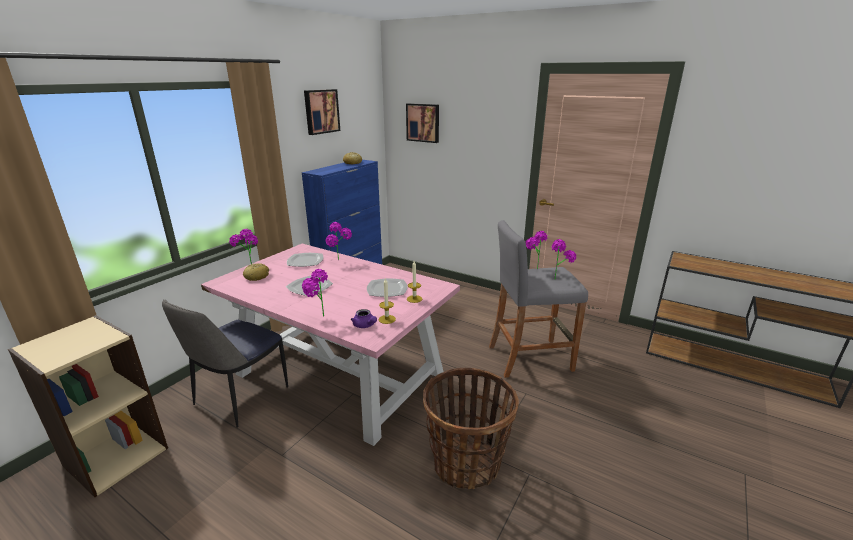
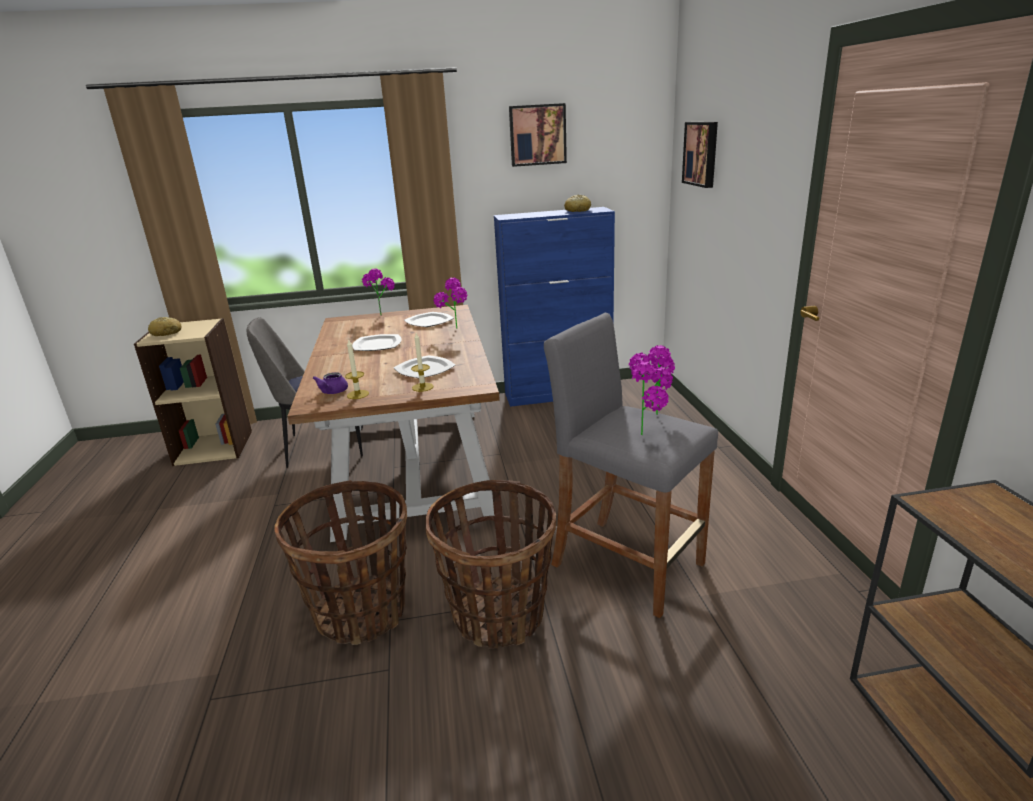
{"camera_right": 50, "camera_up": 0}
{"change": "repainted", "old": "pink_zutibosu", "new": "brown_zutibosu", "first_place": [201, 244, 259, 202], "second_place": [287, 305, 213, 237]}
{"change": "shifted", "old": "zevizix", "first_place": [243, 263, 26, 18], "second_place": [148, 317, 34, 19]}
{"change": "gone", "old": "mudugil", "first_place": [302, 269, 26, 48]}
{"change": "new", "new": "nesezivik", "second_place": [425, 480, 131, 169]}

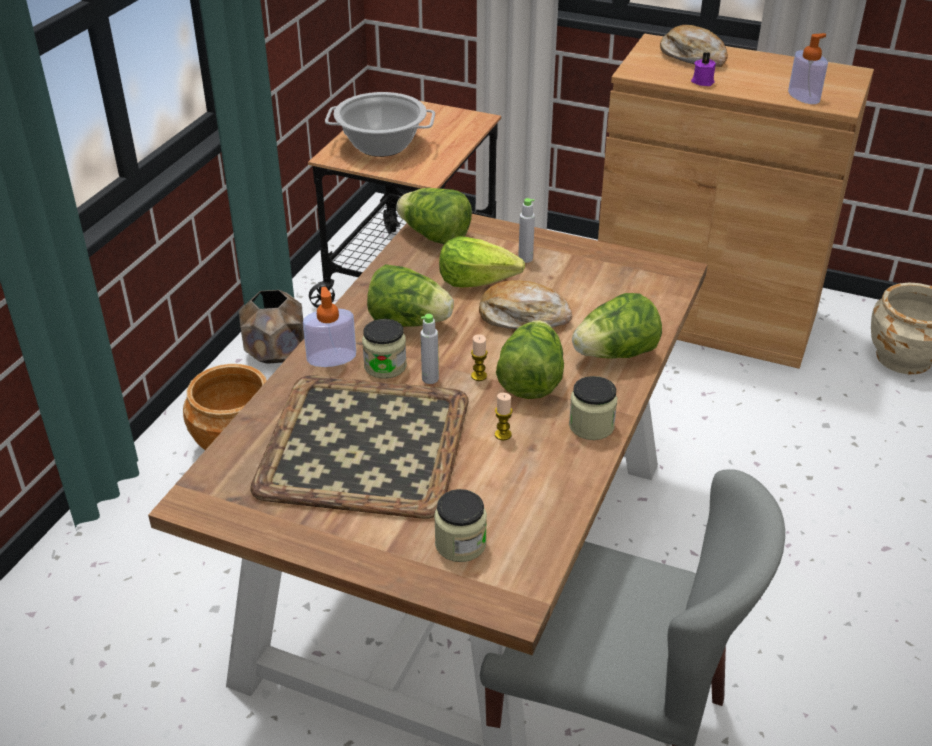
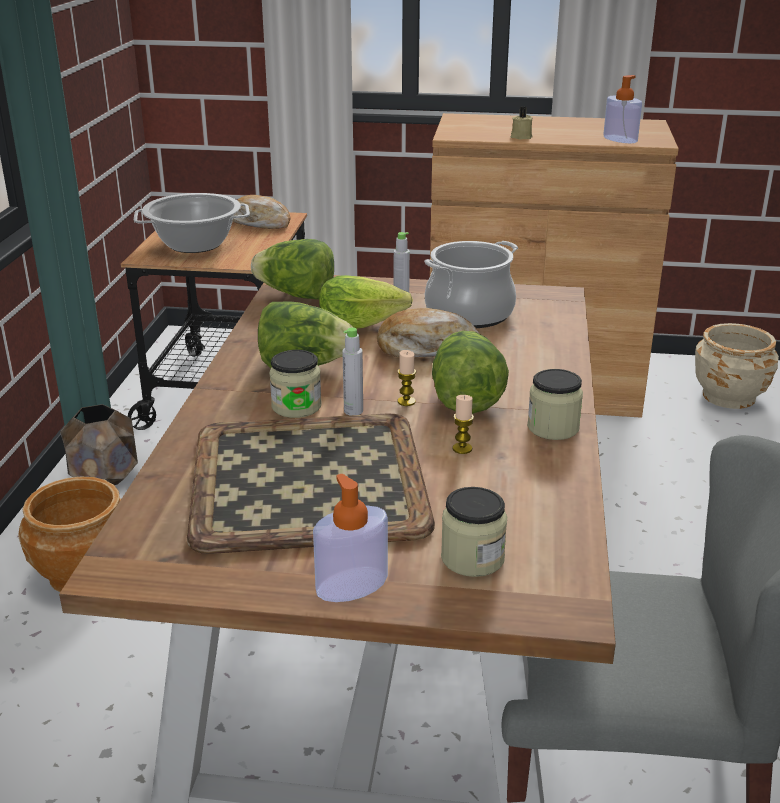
{"camera_right": -15, "camera_up": -10}
{"change": "shifted", "old": "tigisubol", "first_place": [303, 287, 53, 80], "second_place": [313, 474, 75, 128]}
{"change": "gone", "old": "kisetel", "first_place": [572, 293, 90, 65]}
{"change": "shifted", "old": "zevizix", "first_place": [660, 25, 68, 42], "second_place": [232, 195, 59, 34]}
{"change": "repainted", "old": "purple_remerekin", "new": "beige_remerekin", "first_place": [691, 52, 25, 34], "second_place": [510, 107, 23, 33]}
{"change": "new", "new": "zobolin", "second_place": [424, 241, 94, 87]}

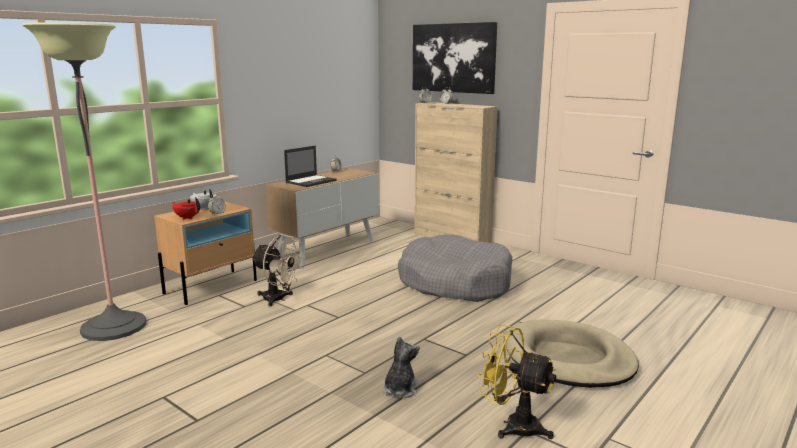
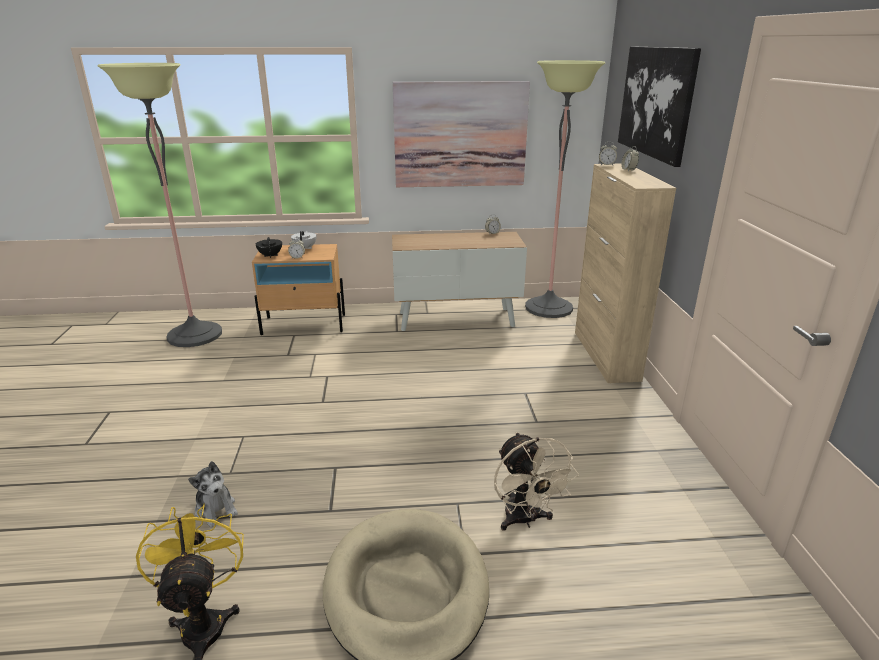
{"camera_right": 45, "camera_up": 10}
{"change": "repainted", "old": "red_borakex", "new": "black_borakex", "first_place": [172, 197, 28, 23], "second_place": [256, 237, 26, 21]}
{"change": "shifted", "old": "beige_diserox", "first_place": [251, 235, 54, 72], "second_place": [494, 432, 85, 98]}
{"change": "gone", "old": "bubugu", "first_place": [284, 146, 53, 41]}
{"change": "rotated", "old": "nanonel", "first_place": [383, 336, 37, 62], "second_place": [188, 461, 50, 66], "degrees": 75}
{"change": "gone", "old": "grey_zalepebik", "first_place": [398, 234, 115, 68]}
{"change": "new", "new": "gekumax", "second_place": [393, 81, 137, 106]}
{"change": "new", "new": "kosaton", "second_place": [525, 60, 80, 258]}

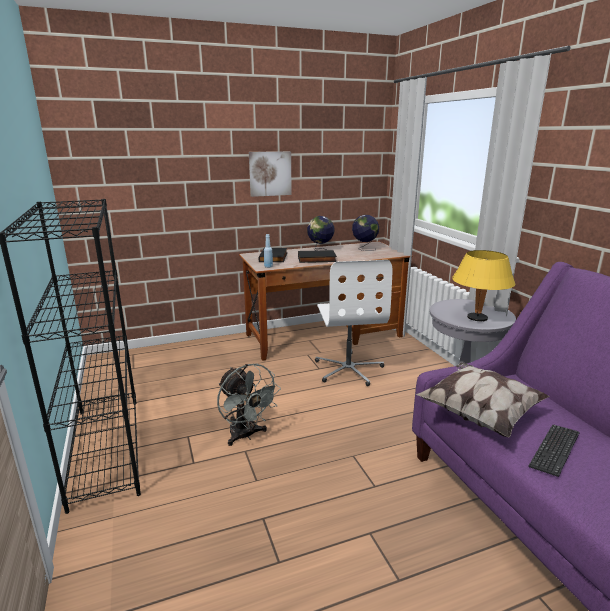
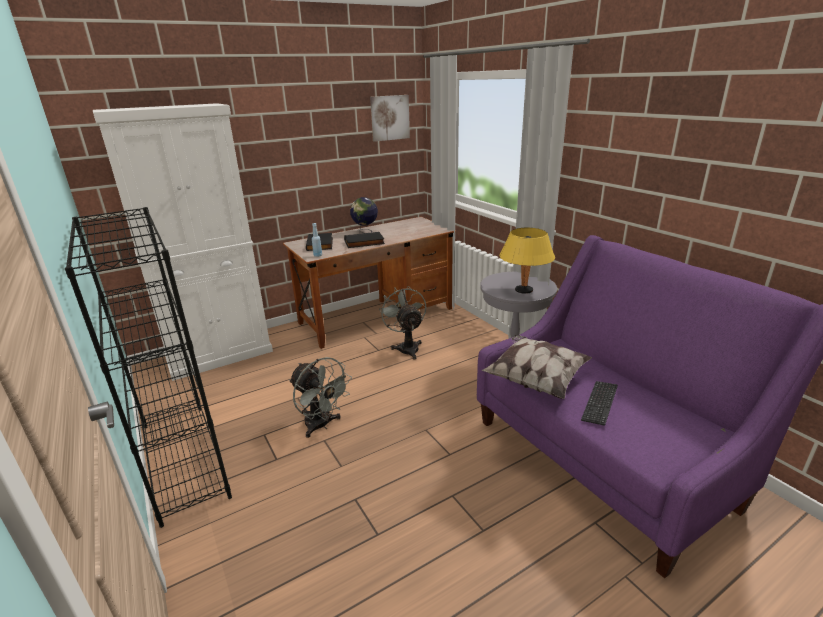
{"camera_right": -10, "camera_up": 5}
{"change": "shifted", "old": "gekumax", "first_place": [249, 151, 43, 46], "second_place": [370, 95, 40, 47]}
{"change": "swapped", "old": "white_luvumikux", "new": "grey_diserox", "first_place": [315, 260, 78, 126], "second_place": [379, 286, 47, 74]}
{"change": "gone", "old": "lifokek", "first_place": [352, 215, 27, 36]}
{"change": "new", "new": "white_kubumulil", "second_place": [93, 103, 180, 278]}

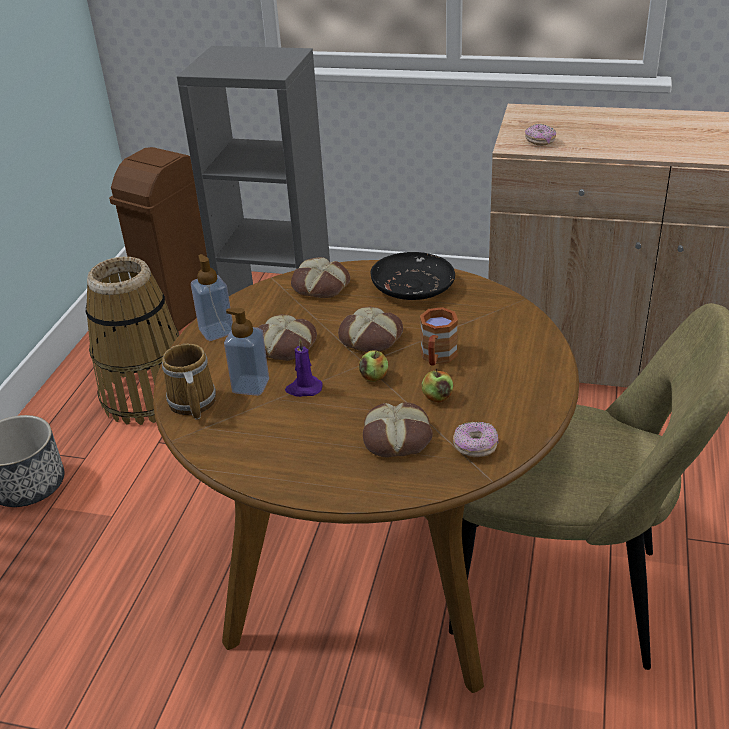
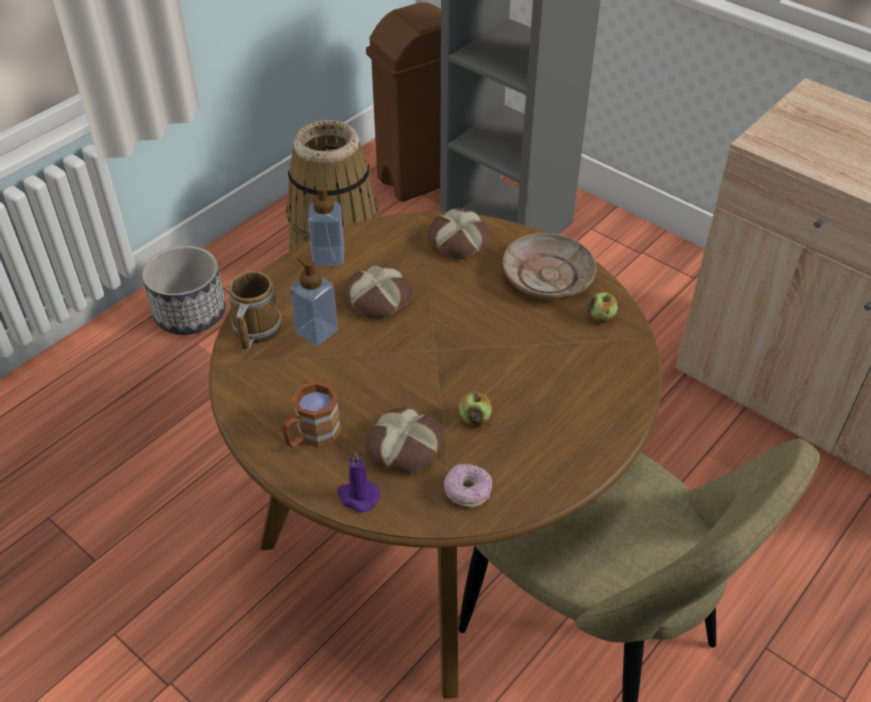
{"camera_right": 25, "camera_up": 10}
{"change": "shifted", "old": "purple_remerekin", "first_place": [285, 339, 38, 58], "second_place": [338, 452, 42, 60]}
{"change": "gone", "old": "zevizix", "first_place": [338, 306, 65, 46]}
{"change": "shifted", "old": "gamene", "first_place": [359, 350, 29, 32], "second_place": [587, 292, 31, 31]}
{"change": "repainted", "old": "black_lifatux", "new": "beige_lifatux", "first_place": [370, 252, 85, 48], "second_place": [503, 233, 93, 66]}
{"change": "shifted", "old": "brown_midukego", "first_place": [420, 307, 38, 59], "second_place": [282, 381, 59, 67]}
{"change": "gone", "old": "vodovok", "first_place": [525, 124, 31, 22]}

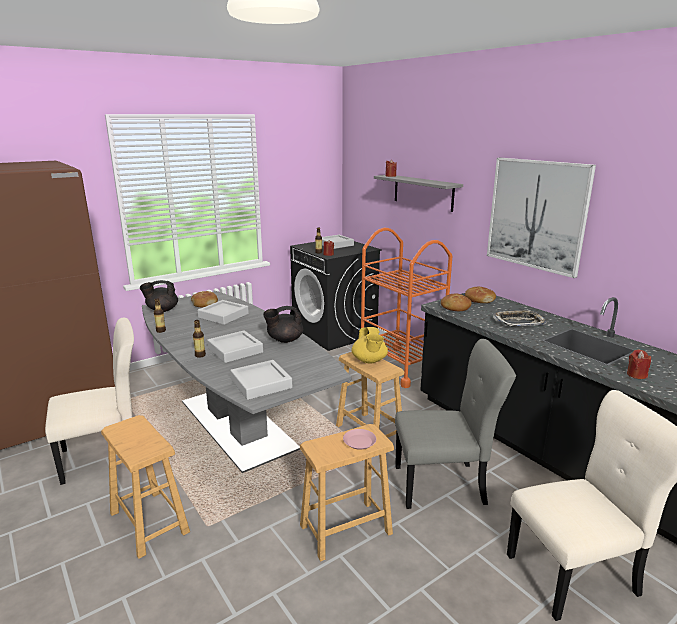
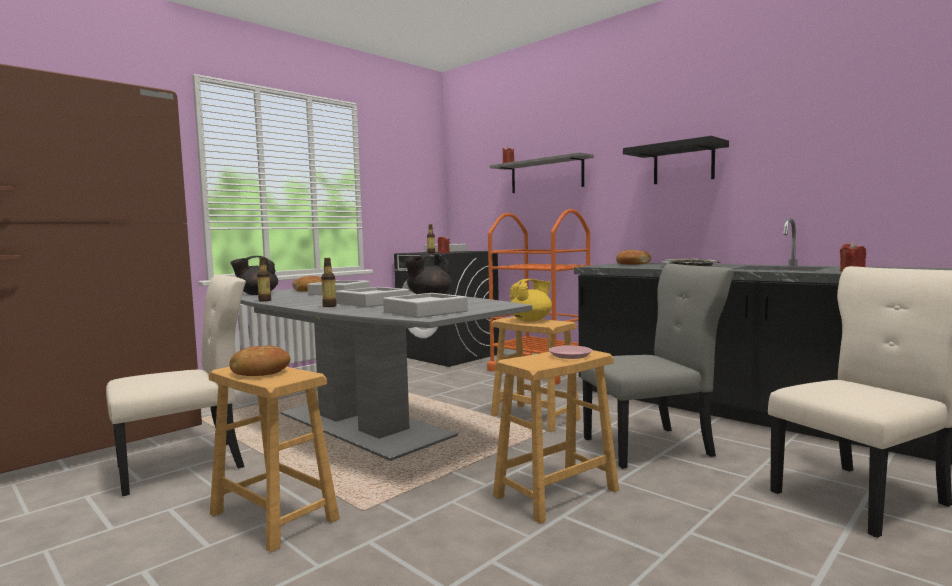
{"camera_right": -10, "camera_up": -15}
{"change": "rotated", "old": "yellow_borakex", "first_place": [352, 327, 36, 37], "second_place": [510, 279, 42, 43], "degrees": -105}
{"change": "shifted", "old": "zevizix", "first_place": [441, 293, 31, 18], "second_place": [229, 345, 61, 31]}
{"change": "swapped", "old": "gekumax", "new": "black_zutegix", "first_place": [487, 158, 109, 120], "second_place": [623, 136, 106, 48]}

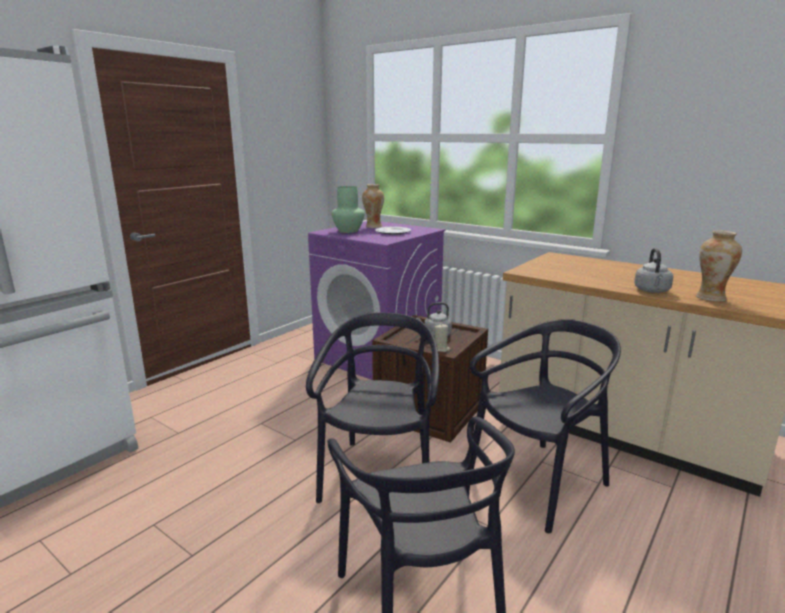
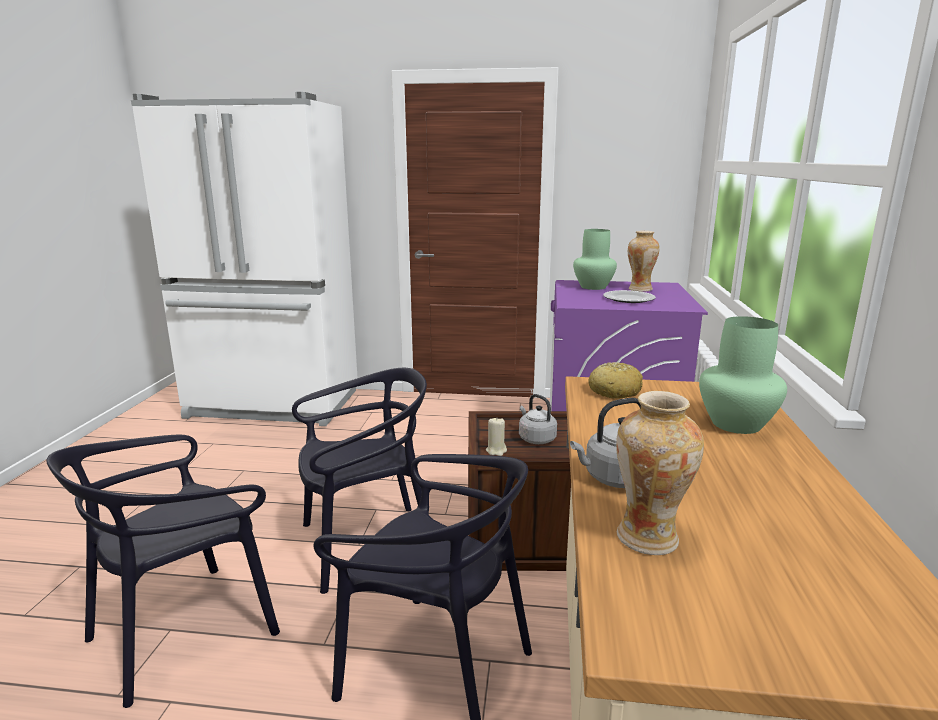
{"camera_right": 60, "camera_up": 0}
{"change": "new", "new": "zevizix", "second_place": [588, 362, 55, 37]}
{"change": "new", "new": "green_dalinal", "second_place": [699, 316, 88, 118]}

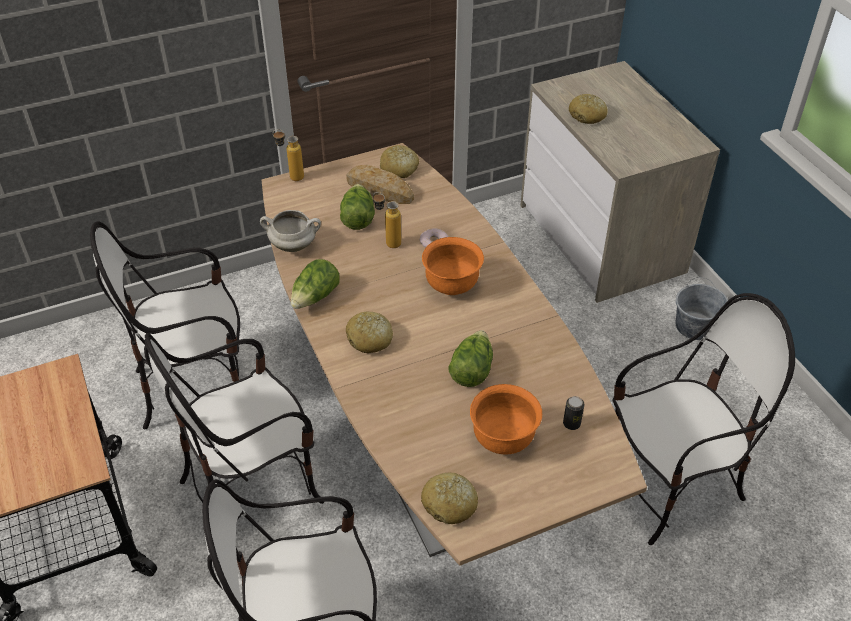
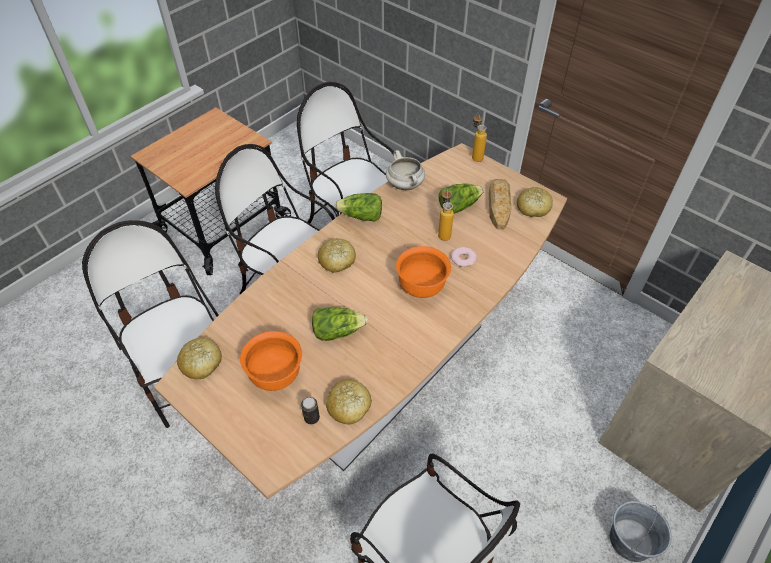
{"camera_right": 65, "camera_up": 5}
{"change": "shifted", "old": "zevizix", "first_place": [569, 94, 39, 30], "second_place": [326, 380, 46, 44]}

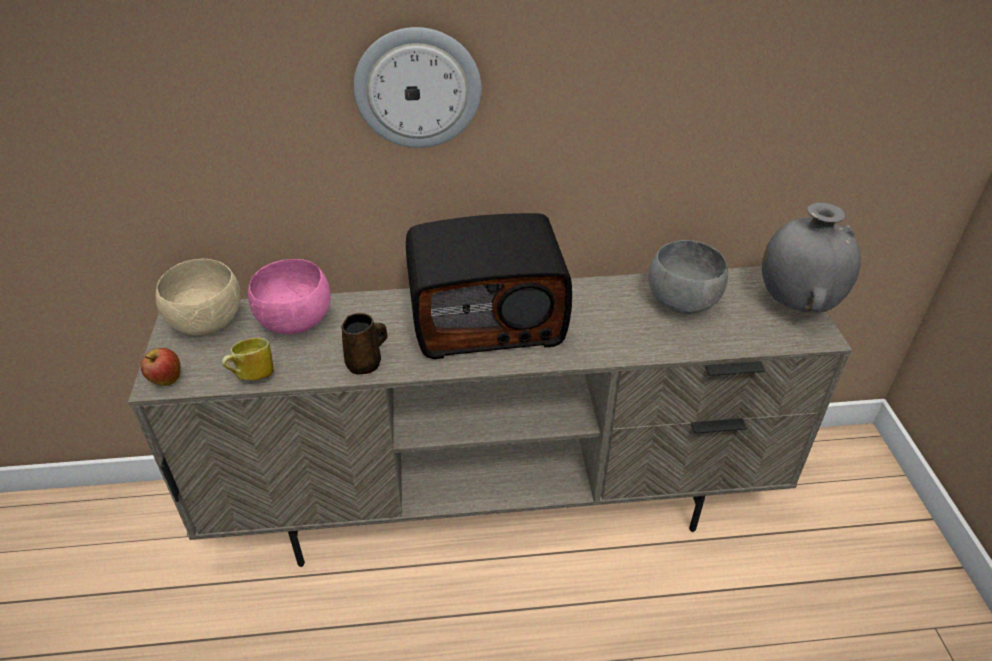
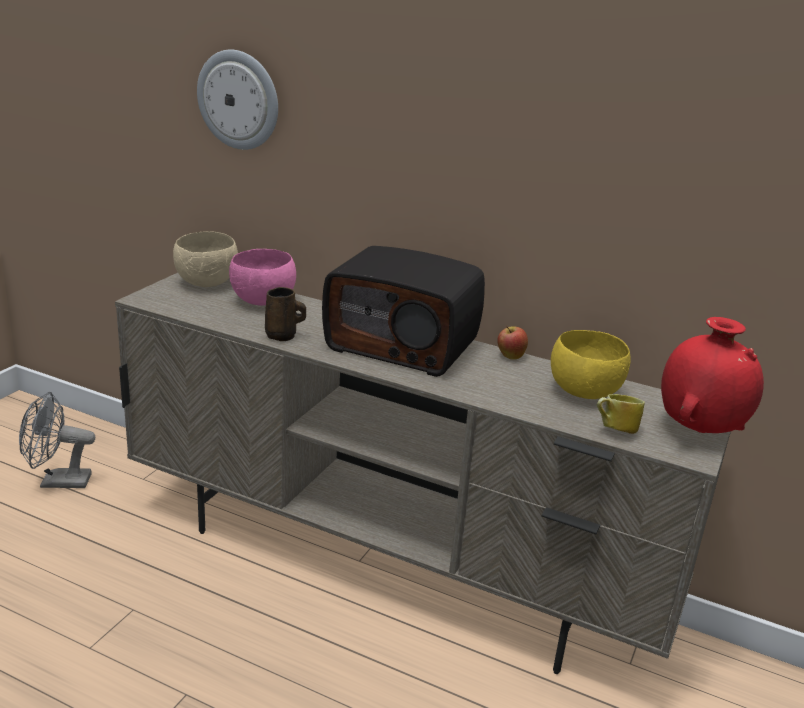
{"camera_right": 30, "camera_up": -15}
{"change": "shifted", "old": "gamene", "first_place": [141, 348, 39, 38], "second_place": [497, 326, 31, 34]}
{"change": "shifted", "old": "midukego", "first_place": [222, 338, 52, 42], "second_place": [597, 394, 48, 40]}
{"change": "shifted", "old": "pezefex", "first_place": [353, 27, 128, 121], "second_place": [197, 50, 81, 100]}
{"change": "repainted", "old": "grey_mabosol", "new": "yellow_mabosol", "first_place": [648, 240, 80, 74], "second_place": [551, 330, 80, 69]}
{"change": "repainted", "old": "grey_dalinal", "new": "red_dalinal", "first_place": [762, 203, 99, 110], "second_place": [661, 317, 103, 116]}
{"change": "new", "new": "grey_diserox", "second_place": [19, 392, 76, 96]}

